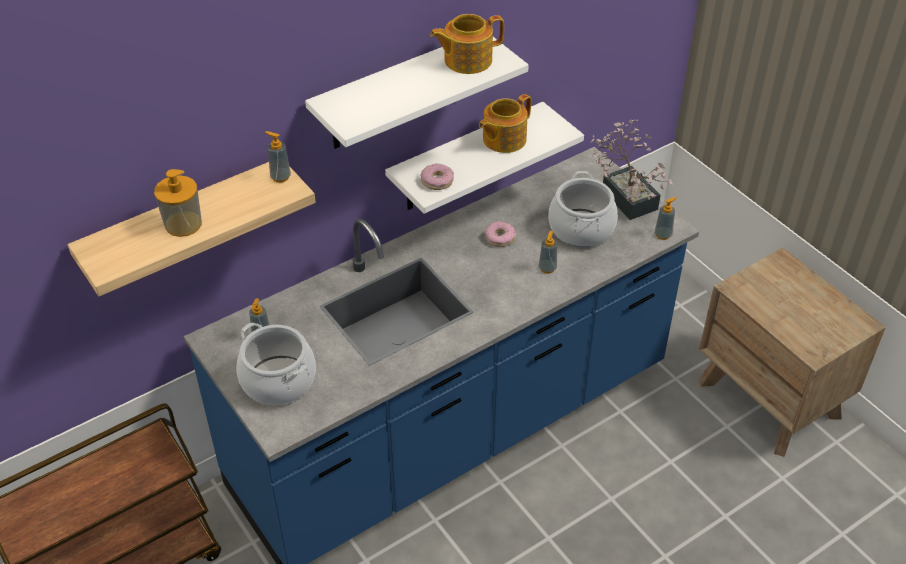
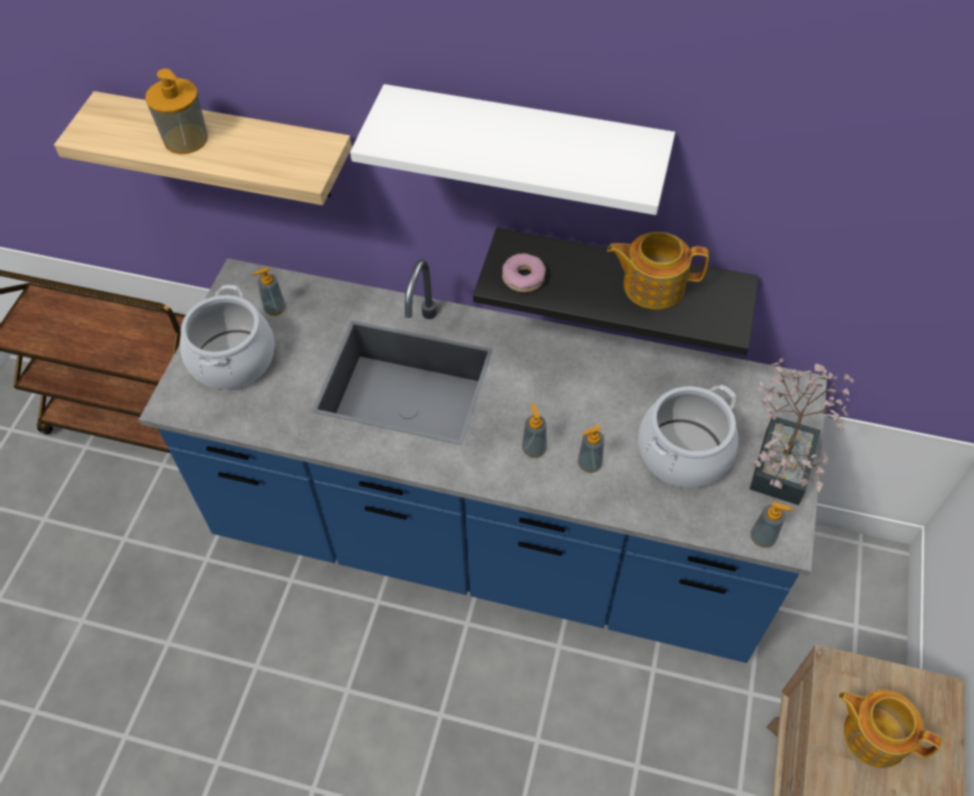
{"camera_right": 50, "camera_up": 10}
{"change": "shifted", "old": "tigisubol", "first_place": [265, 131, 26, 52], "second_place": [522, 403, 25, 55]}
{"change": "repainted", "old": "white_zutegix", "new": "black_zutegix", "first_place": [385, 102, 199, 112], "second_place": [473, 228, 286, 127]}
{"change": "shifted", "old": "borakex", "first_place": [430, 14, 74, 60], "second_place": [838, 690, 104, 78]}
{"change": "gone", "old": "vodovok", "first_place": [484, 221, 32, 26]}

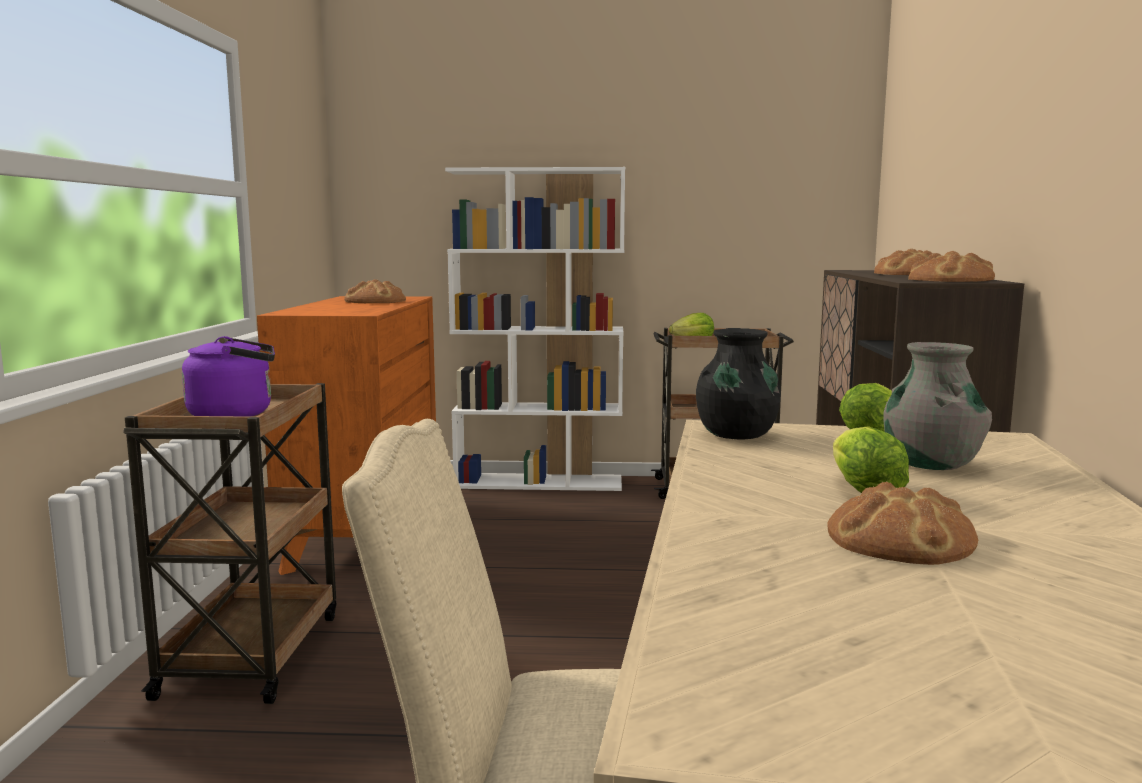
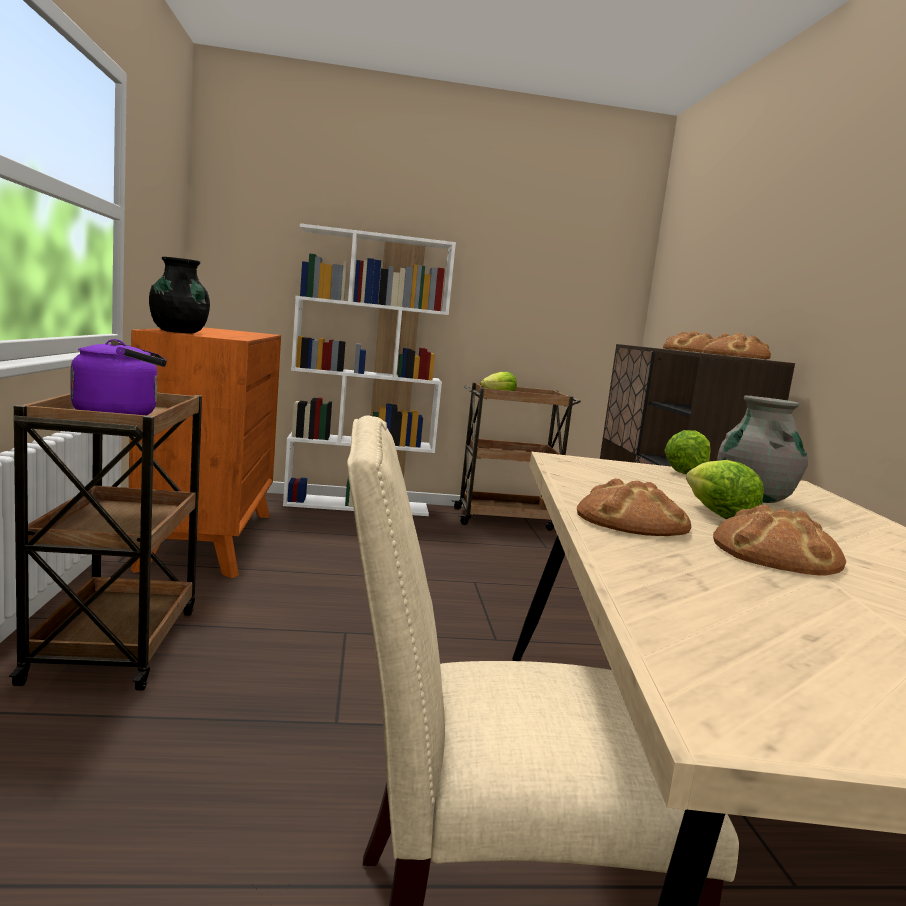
{"camera_right": -10, "camera_up": 0}
{"change": "shifted", "old": "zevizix", "first_place": [344, 279, 62, 24], "second_place": [577, 478, 114, 58]}
{"change": "shifted", "old": "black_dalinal", "first_place": [696, 328, 85, 111], "second_place": [149, 257, 61, 76]}

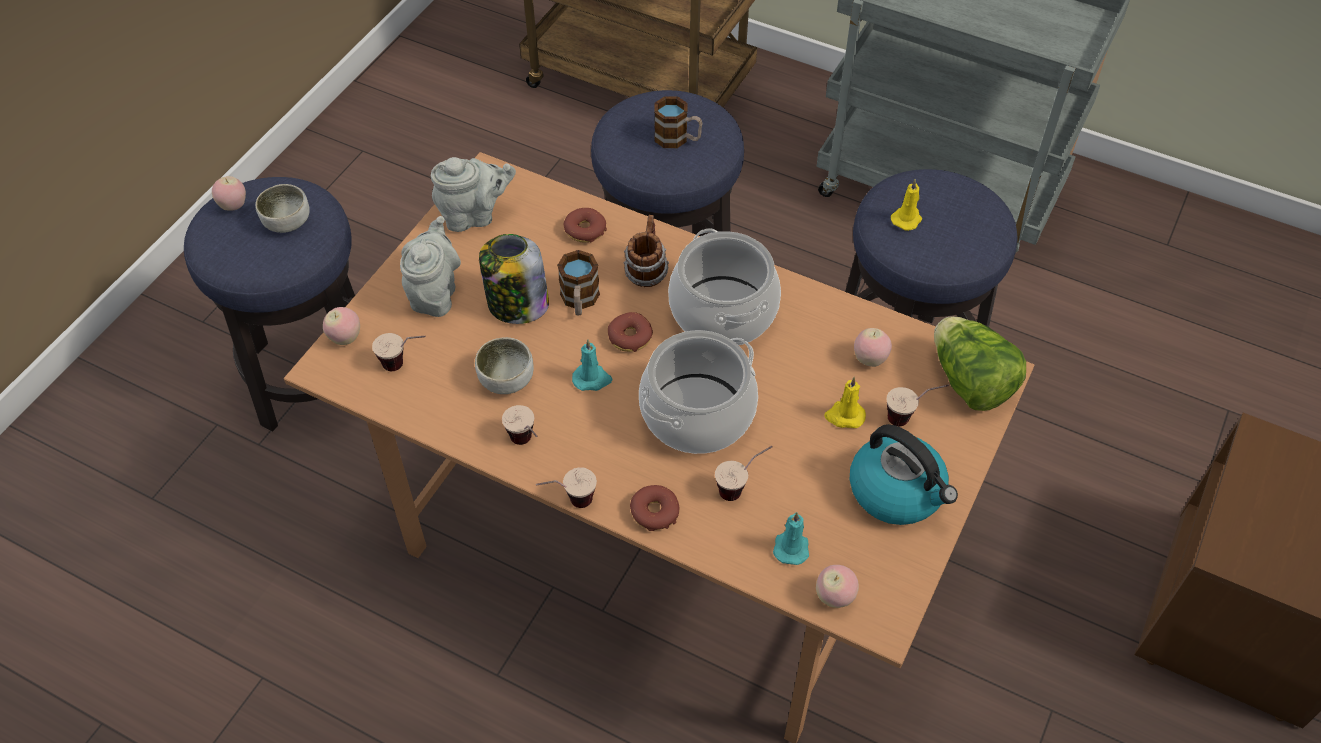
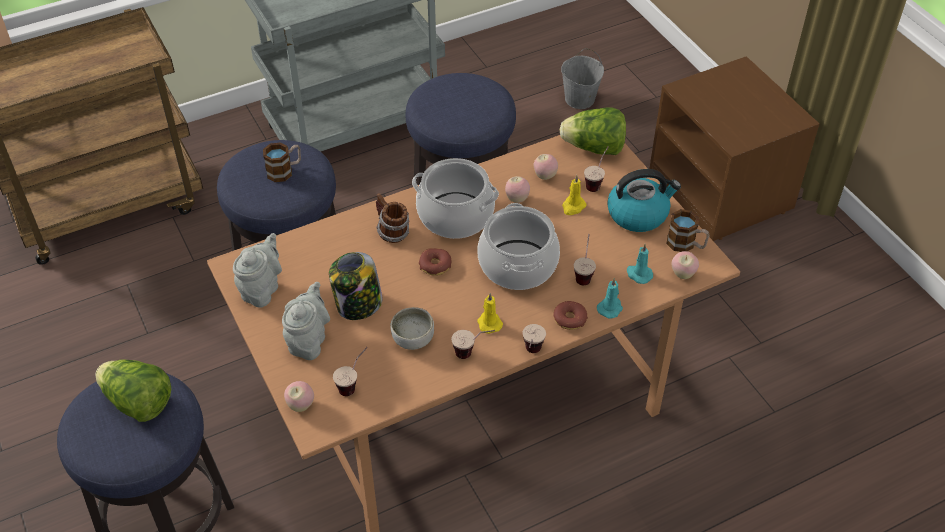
{"camera_right": -55, "camera_up": -5}
{"change": "shifted", "old": "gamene", "first_place": [212, 176, 34, 34], "second_place": [505, 176, 25, 27]}
{"change": "swapped", "old": "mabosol", "new": "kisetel", "first_place": [255, 184, 55, 49], "second_place": [95, 360, 76, 62]}
{"change": "rotated", "old": "grey_borakex", "first_place": [400, 216, 61, 101], "second_place": [282, 282, 48, 78], "degrees": 60}
{"change": "shifted", "old": "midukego", "first_place": [557, 250, 43, 66], "second_place": [667, 209, 43, 43]}
{"change": "gone", "old": "vodovok", "first_place": [564, 208, 43, 34]}
{"change": "shifted", "old": "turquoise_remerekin", "first_place": [572, 339, 41, 52], "second_place": [597, 278, 26, 41]}
{"change": "shifted", "old": "yellow_remerekin", "first_place": [891, 179, 31, 52], "second_place": [478, 293, 25, 41]}
{"change": "new", "new": "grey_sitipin", "second_place": [561, 48, 43, 61]}

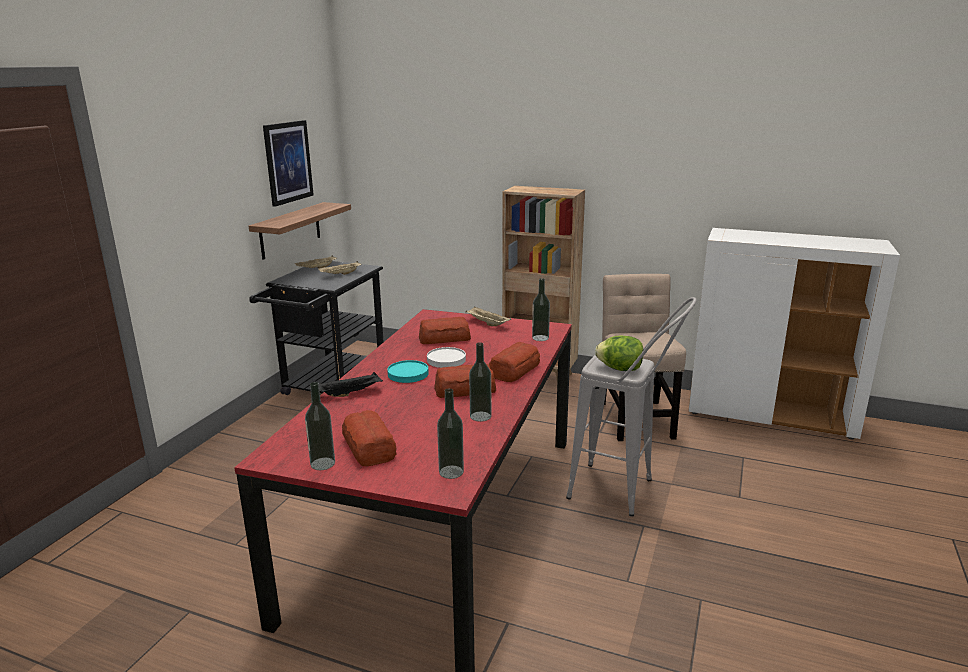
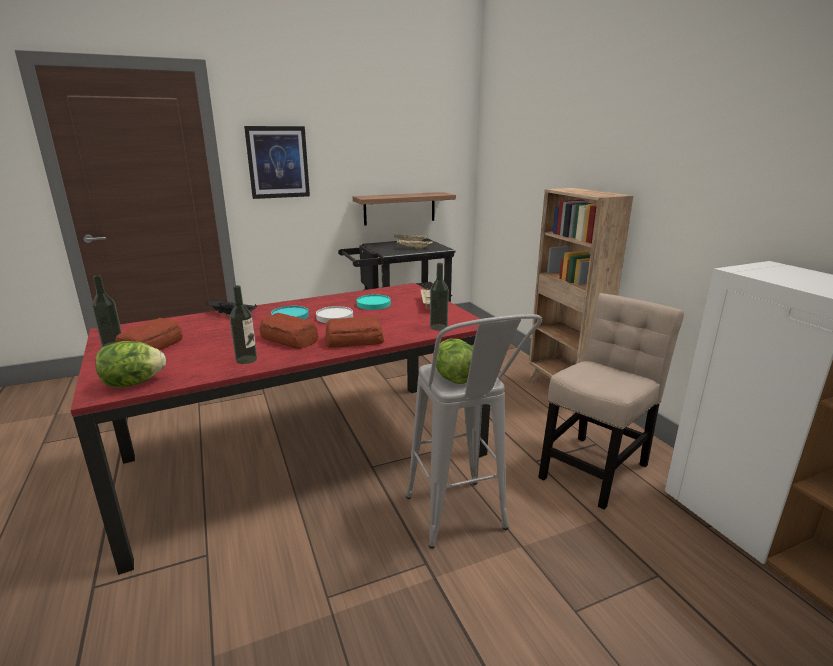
{"camera_right": 45, "camera_up": 0}
{"change": "shifted", "old": "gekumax", "first_place": [263, 120, 51, 87], "second_place": [244, 126, 66, 73]}
{"change": "swapped", "old": "zevizix", "new": "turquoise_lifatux", "first_place": [419, 317, 52, 27], "second_place": [357, 294, 34, 16]}
{"change": "swapped", "old": "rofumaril", "new": "kisetel", "first_place": [437, 388, 27, 91], "second_place": [95, 341, 71, 46]}

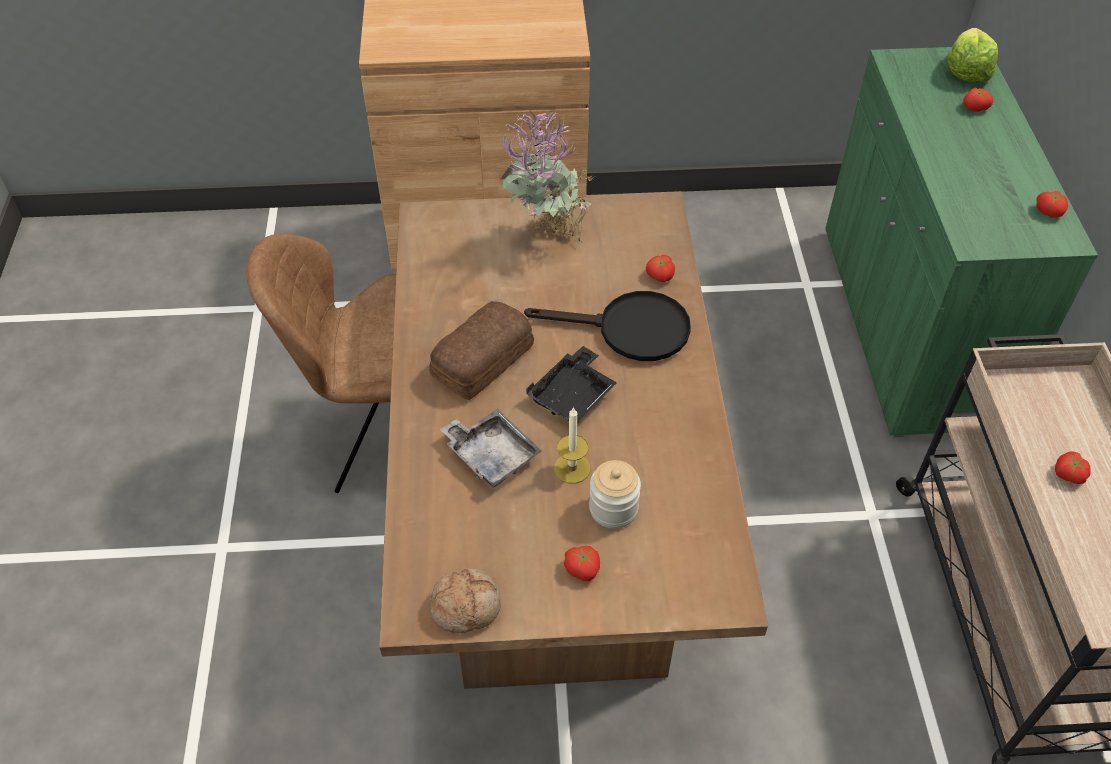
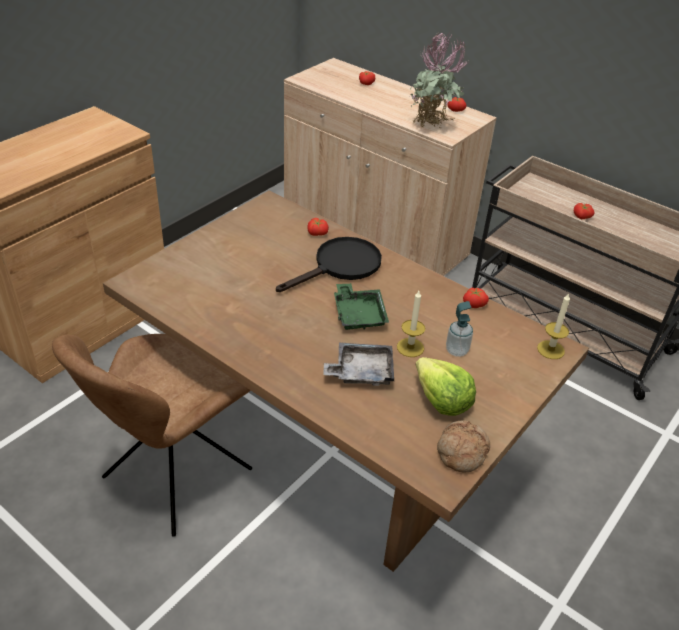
{"camera_right": -50, "camera_up": -10}
{"change": "gone", "old": "zevizix", "first_place": [429, 301, 105, 99]}
{"change": "shifted", "old": "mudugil", "first_place": [500, 111, 96, 132], "second_place": [410, 30, 58, 98]}
{"change": "repainted", "old": "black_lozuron", "new": "green_lozuron", "first_place": [526, 346, 91, 77], "second_place": [334, 283, 55, 47]}
{"change": "shifted", "old": "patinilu", "first_place": [564, 546, 36, 35], "second_place": [463, 287, 26, 21]}
{"change": "swapped", "old": "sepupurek", "new": "tigisubol", "first_place": [589, 460, 52, 69], "second_place": [446, 301, 27, 56]}
{"change": "repainted", "old": "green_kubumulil", "new": "beige_kubumulil", "first_place": [825, 47, 273, 390], "second_place": [284, 58, 213, 218]}
{"change": "shifted", "old": "kisetel", "first_place": [948, 28, 50, 54], "second_place": [416, 357, 60, 59]}
{"change": "new", "new": "remerekin", "second_place": [537, 293, 33, 66]}

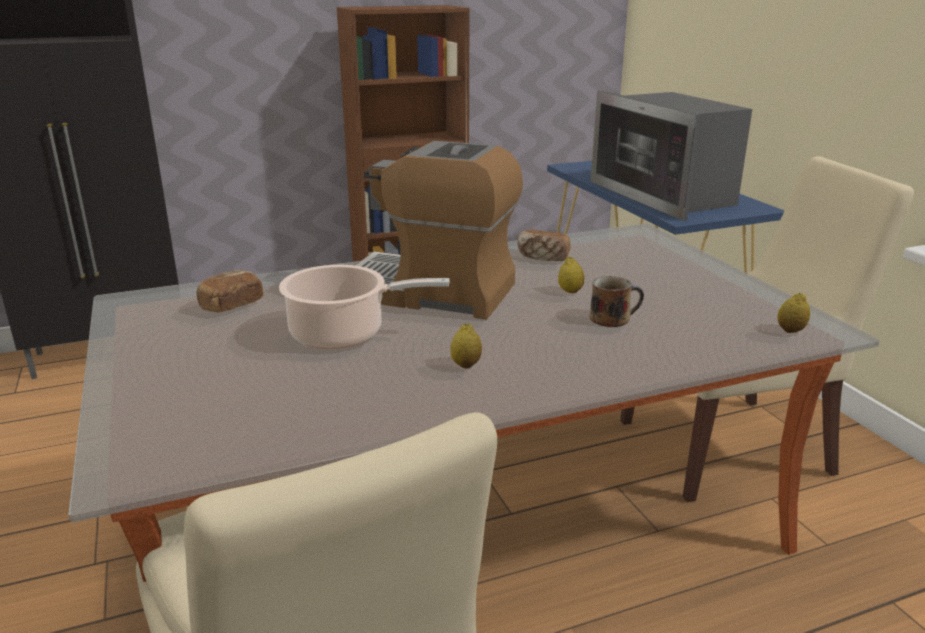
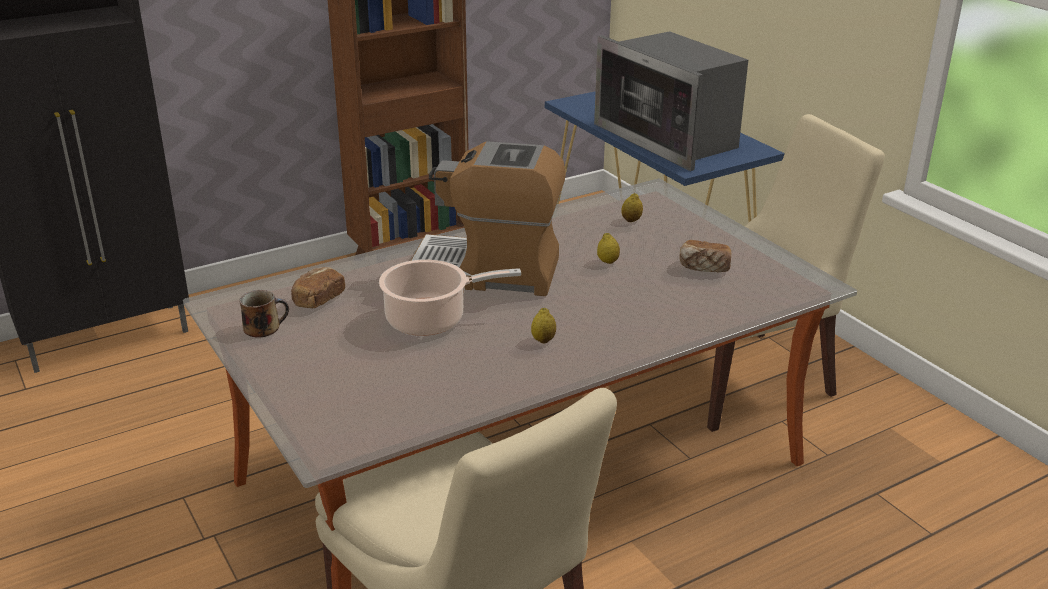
{"camera_right": -10, "camera_up": 5}
{"change": "shifted", "old": "zevizix", "first_place": [517, 229, 54, 32], "second_place": [679, 240, 52, 32]}
{"change": "shifted", "old": "midukego", "first_place": [590, 276, 54, 51], "second_place": [239, 290, 50, 48]}
{"change": "shifted", "old": "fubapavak", "first_place": [777, 292, 33, 41], "second_place": [621, 193, 22, 29]}

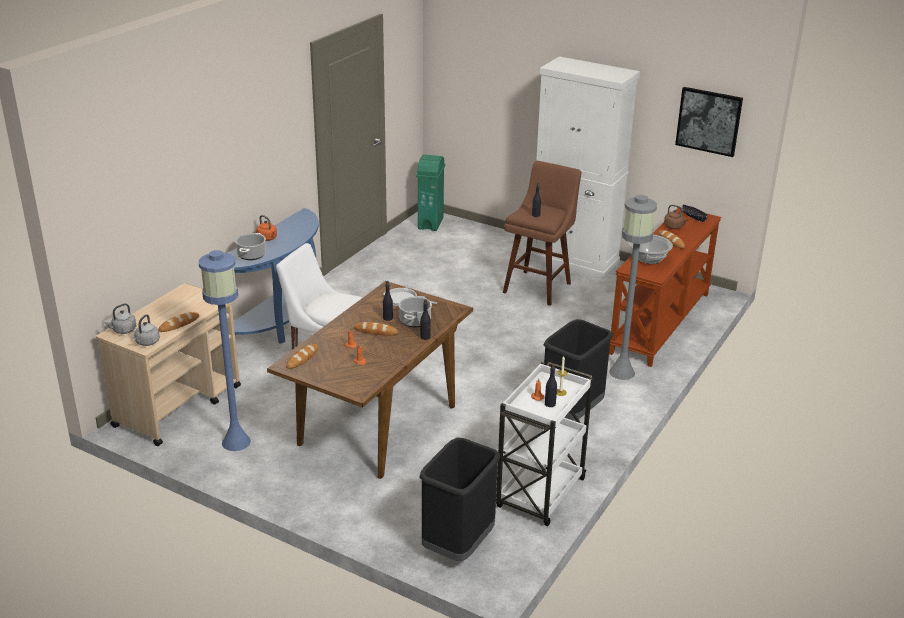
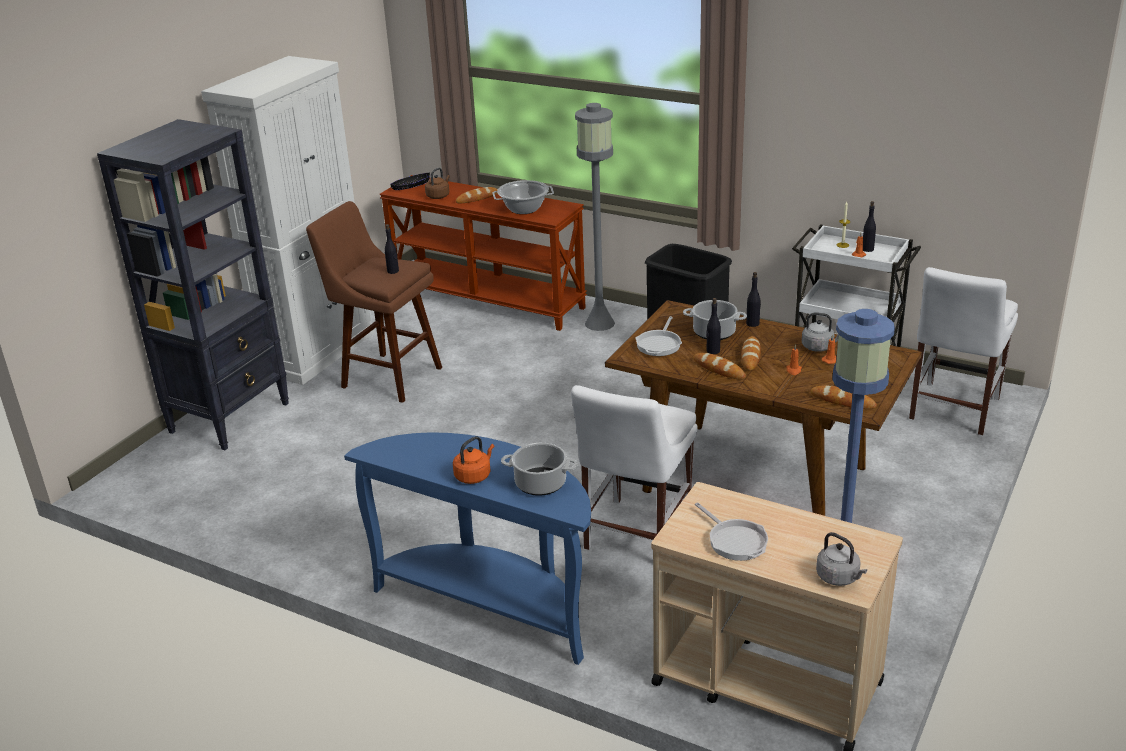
{"camera_right": -90, "camera_up": 0}
{"change": "shifted", "old": "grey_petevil", "first_place": [134, 314, 26, 32], "second_place": [802, 312, 37, 40]}
{"change": "shifted", "old": "zevizix", "first_place": [158, 312, 41, 20], "second_place": [693, 353, 53, 27]}
{"change": "gone", "old": "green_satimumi", "first_place": [416, 155, 29, 76]}
{"change": "swapped", "old": "black_satimumi", "new": "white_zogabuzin", "first_place": [419, 437, 81, 124], "second_place": [909, 267, 109, 168]}
{"change": "gone", "old": "gekumax", "first_place": [675, 87, 68, 70]}
{"change": "new", "new": "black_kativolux", "second_place": [97, 119, 192, 331]}
{"change": "new", "new": "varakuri", "second_place": [695, 502, 73, 59]}

